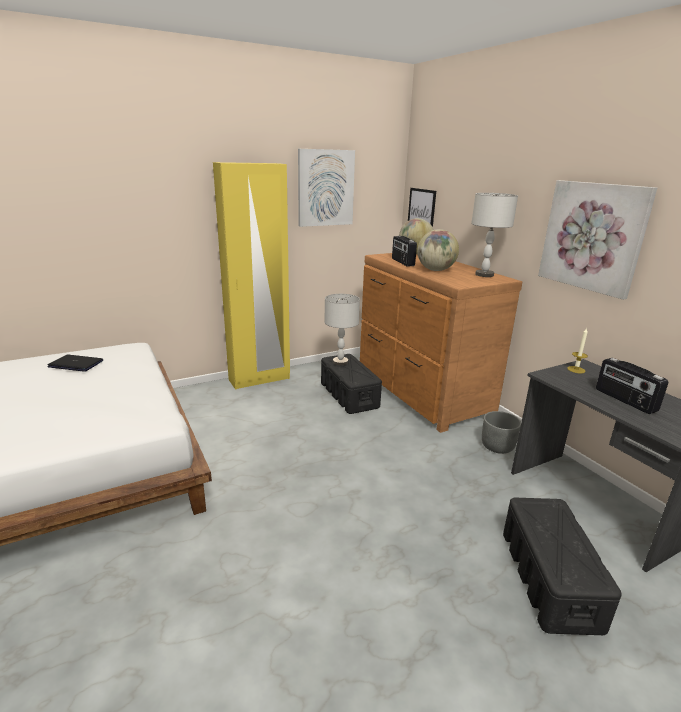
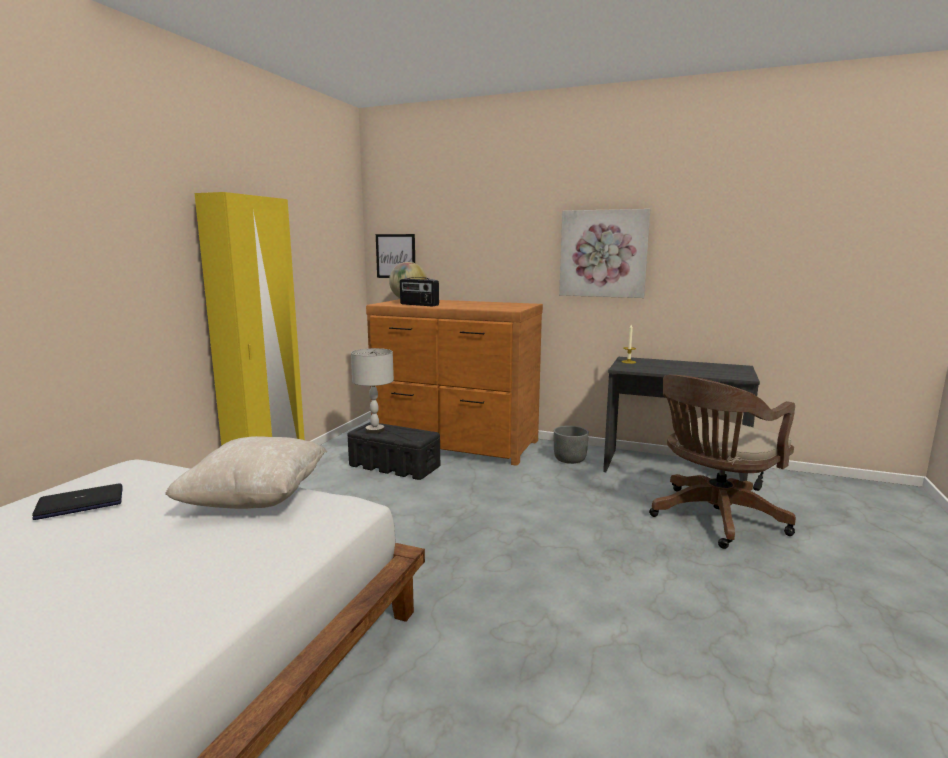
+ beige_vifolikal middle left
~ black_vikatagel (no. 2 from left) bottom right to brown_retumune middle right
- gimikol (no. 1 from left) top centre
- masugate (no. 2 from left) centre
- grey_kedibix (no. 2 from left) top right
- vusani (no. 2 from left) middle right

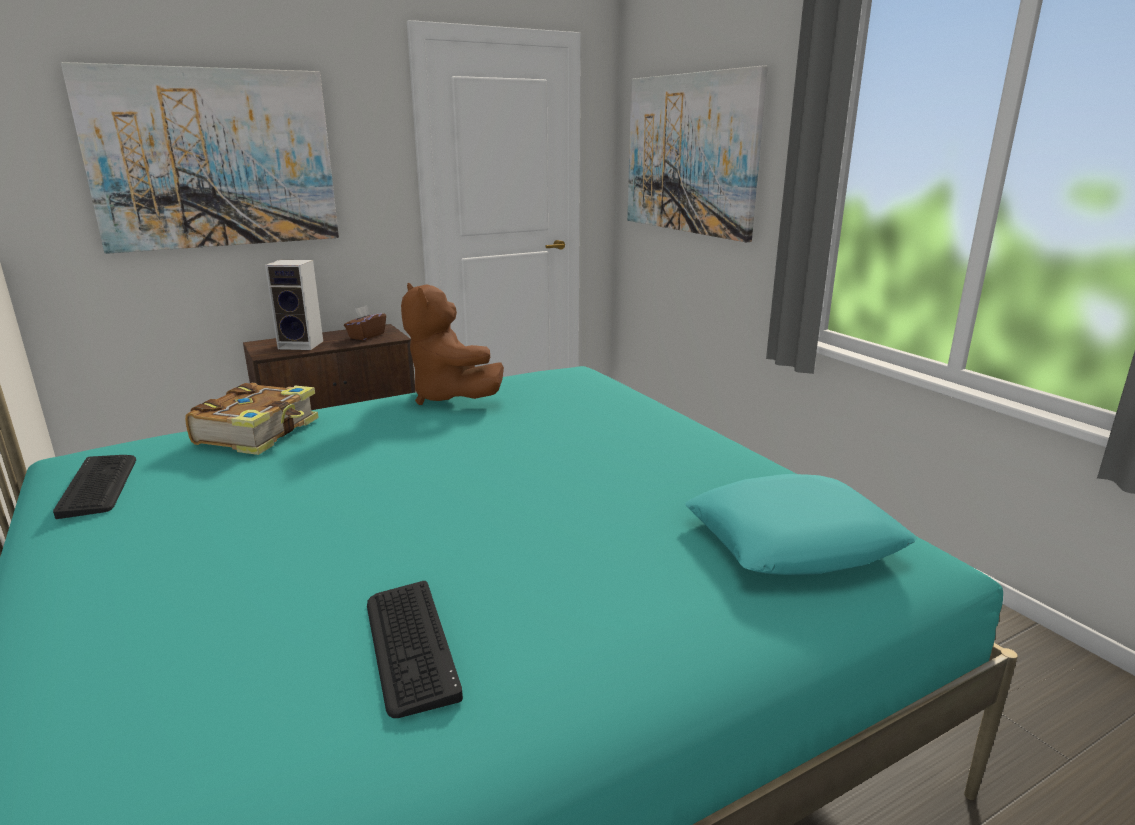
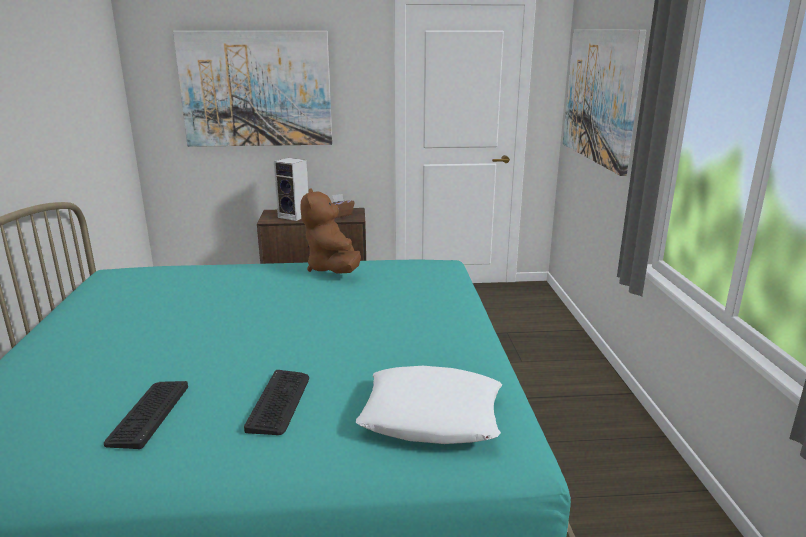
~ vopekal (no. 1 from left in the first image) middle left to vopekal (no. 2 from left) bottom centre
~ turquoise_vifolikal middle right to white_vifolikal bottom centre
- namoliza middle left

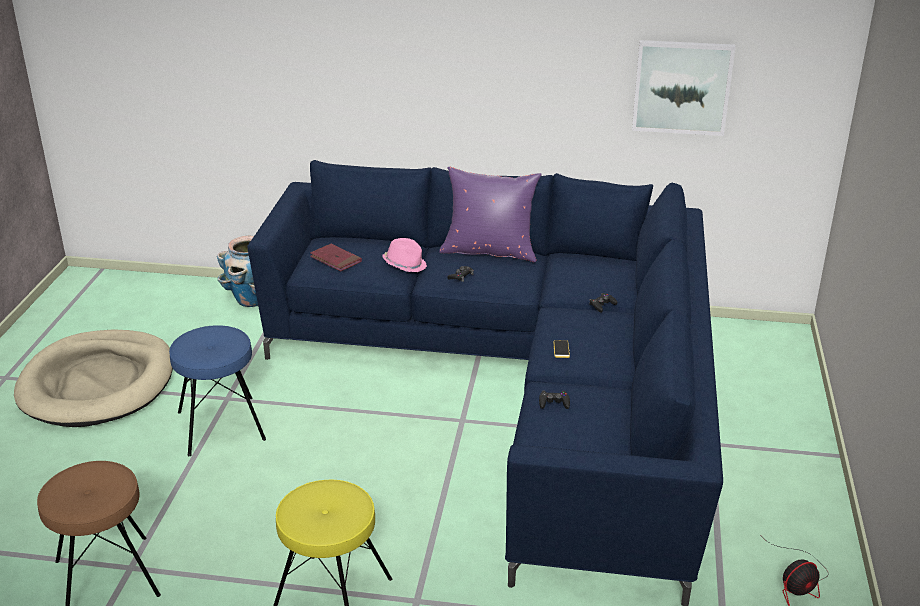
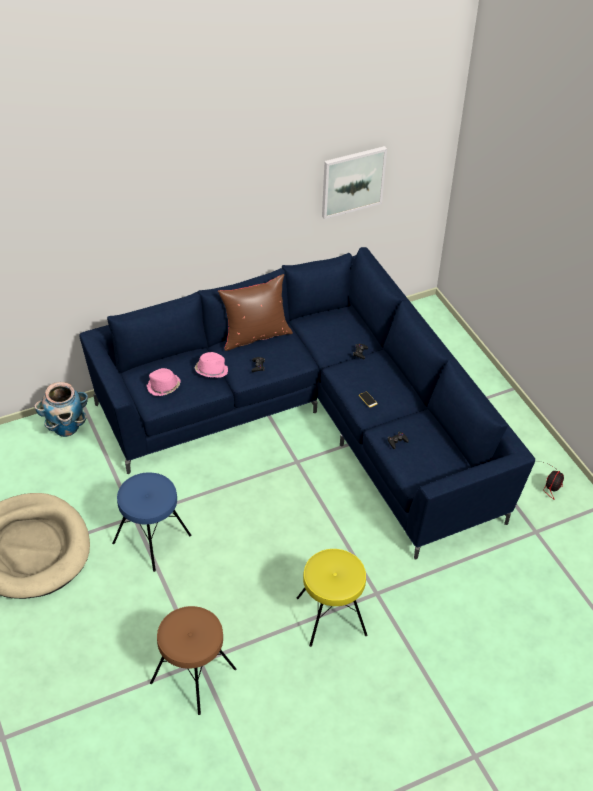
~ red_namoliza centre to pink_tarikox (no. 1 from left) middle left
~ purple_vifolikal centre to brown_vifolikal centre

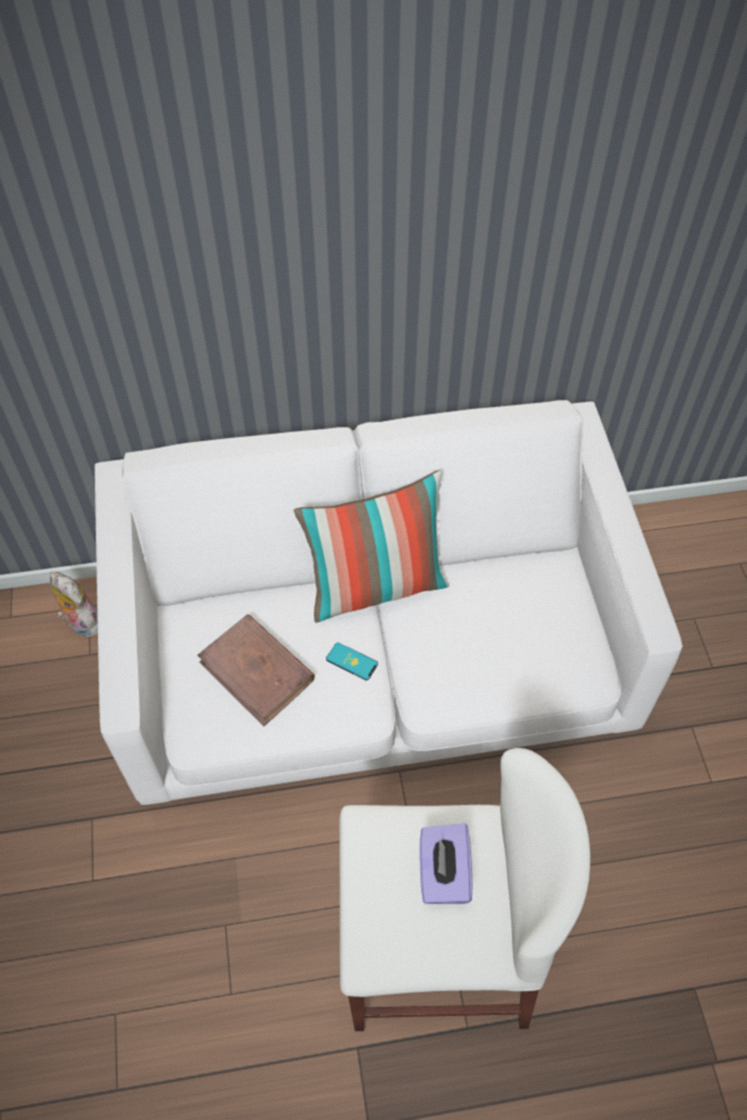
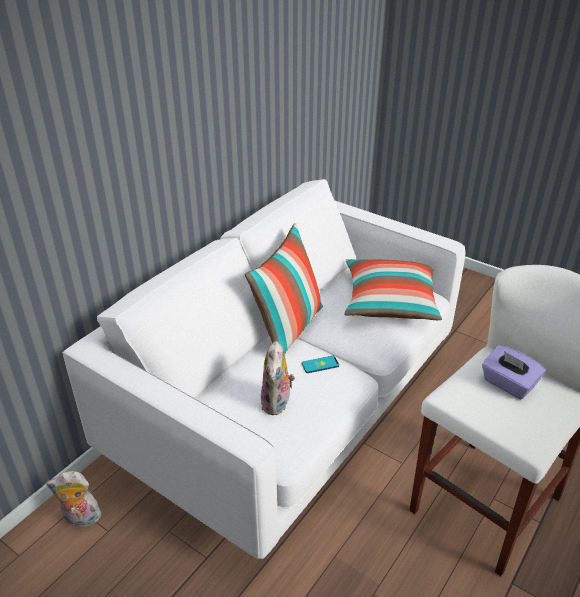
~ brown_namoliza centre to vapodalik (no. 2 from left) centre
+ vifolikal (no. 2 from left) middle right

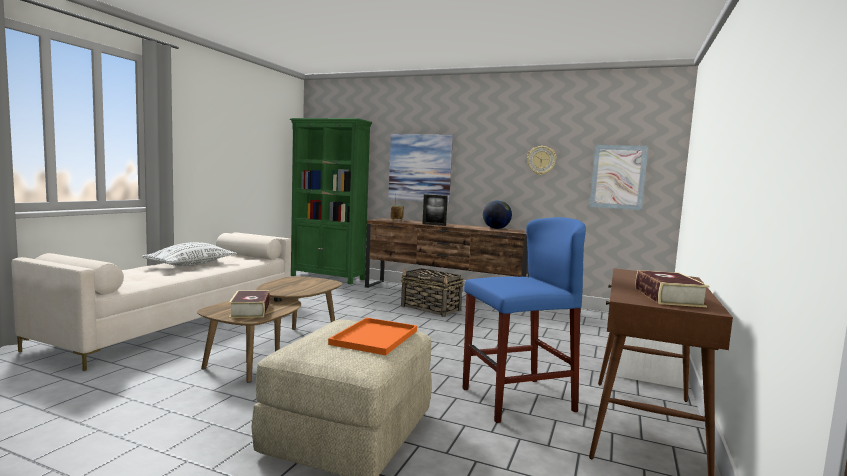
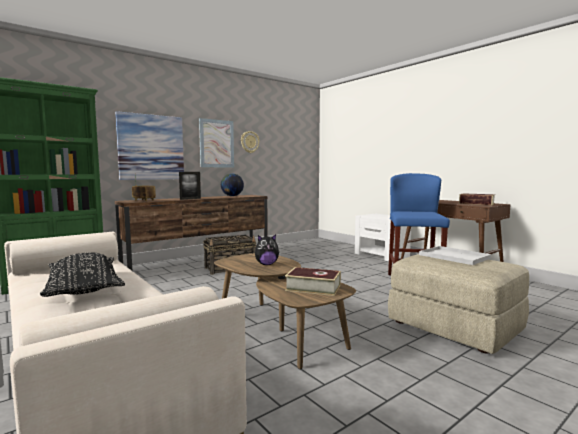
~ white_vifolikal middle left to black_vifolikal middle left
~ gimikol (no. 2 from left) middle right to top centre
+ vapodalik centre
~ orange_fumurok bottom centre to white_fumurok middle right

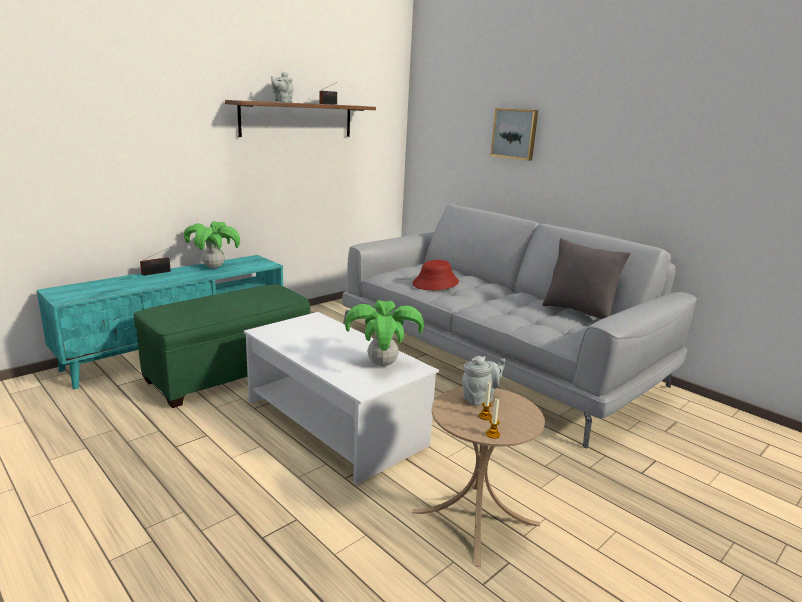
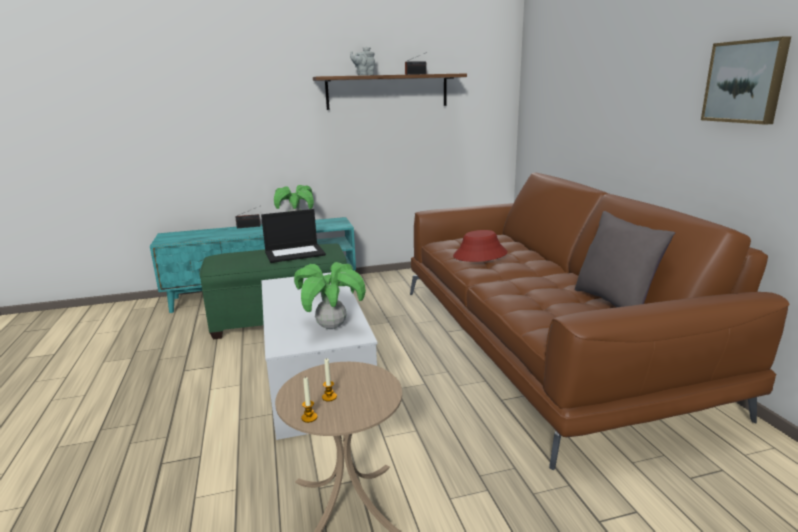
+ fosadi centre
~ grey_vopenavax centre to brown_vopenavax middle right
~ gimikol top centre to top right
- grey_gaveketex (no. 2 from left) centre

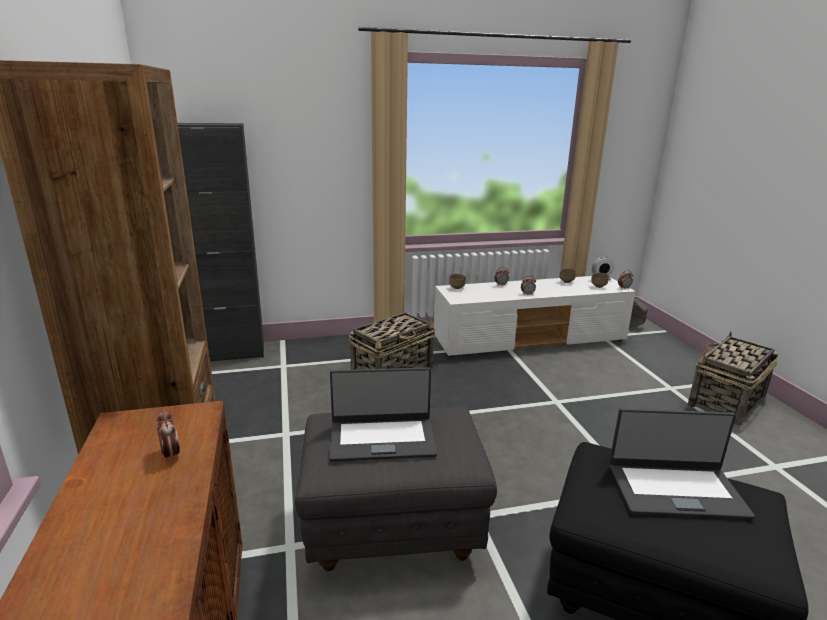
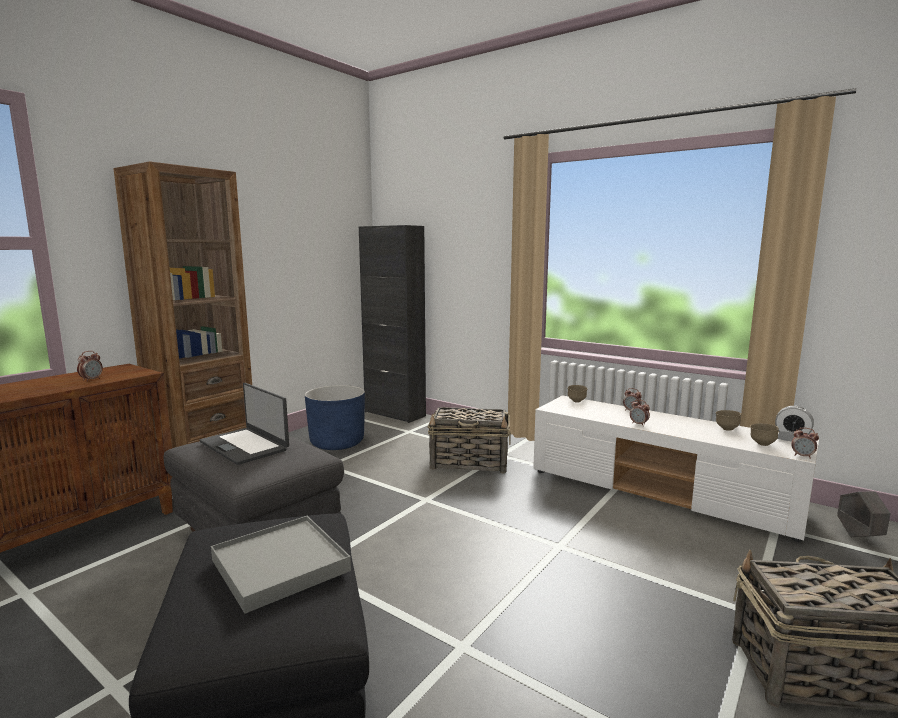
~ fosadi (no. 2 from left) bottom right to grey_fumurok bottom left
+ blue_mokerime centre

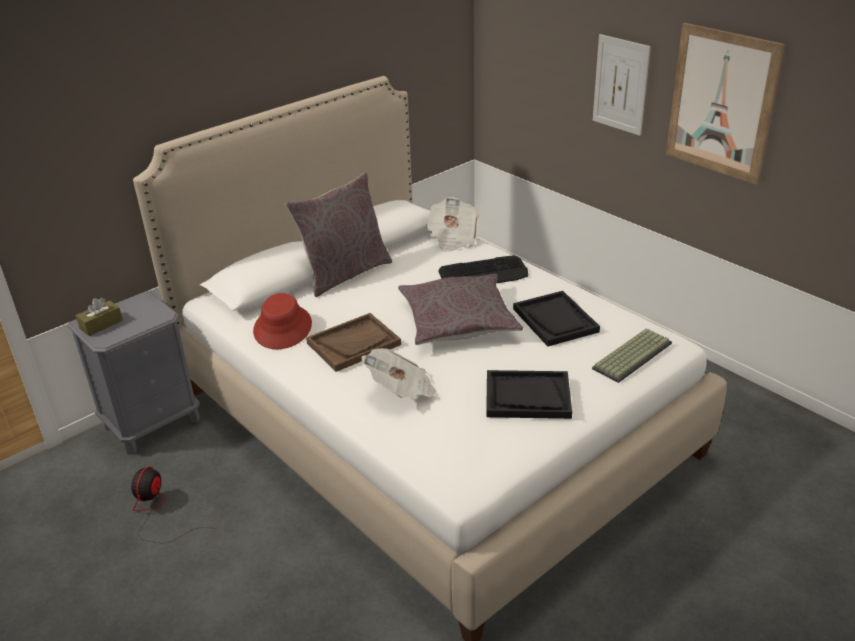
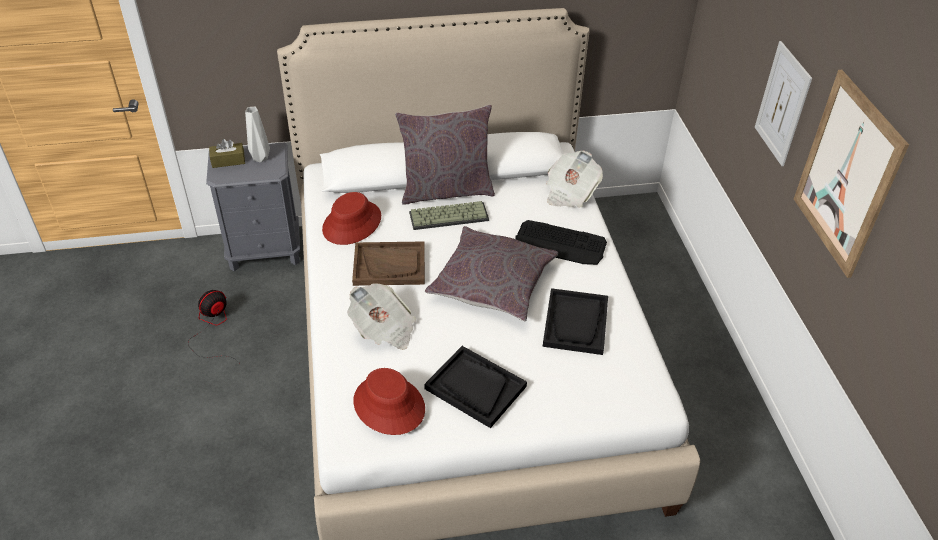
+ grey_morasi top left
+ red_tarikox (no. 2 from left) bottom centre
~ vopekal (no. 2 from left in the first image) middle right to vopekal (no. 1 from left) centre

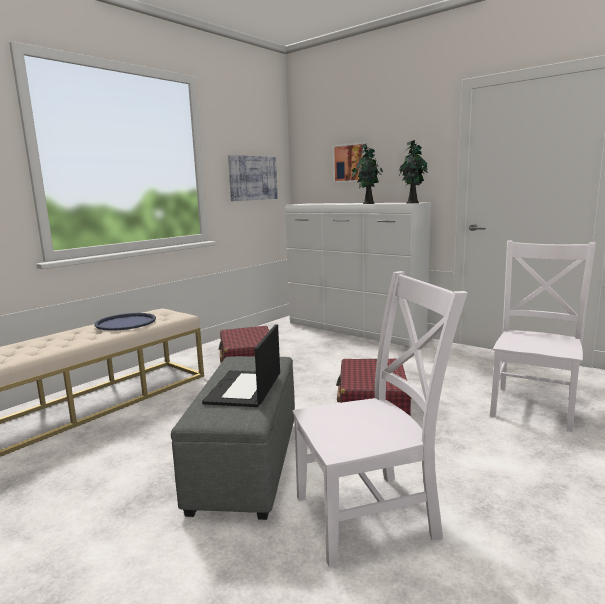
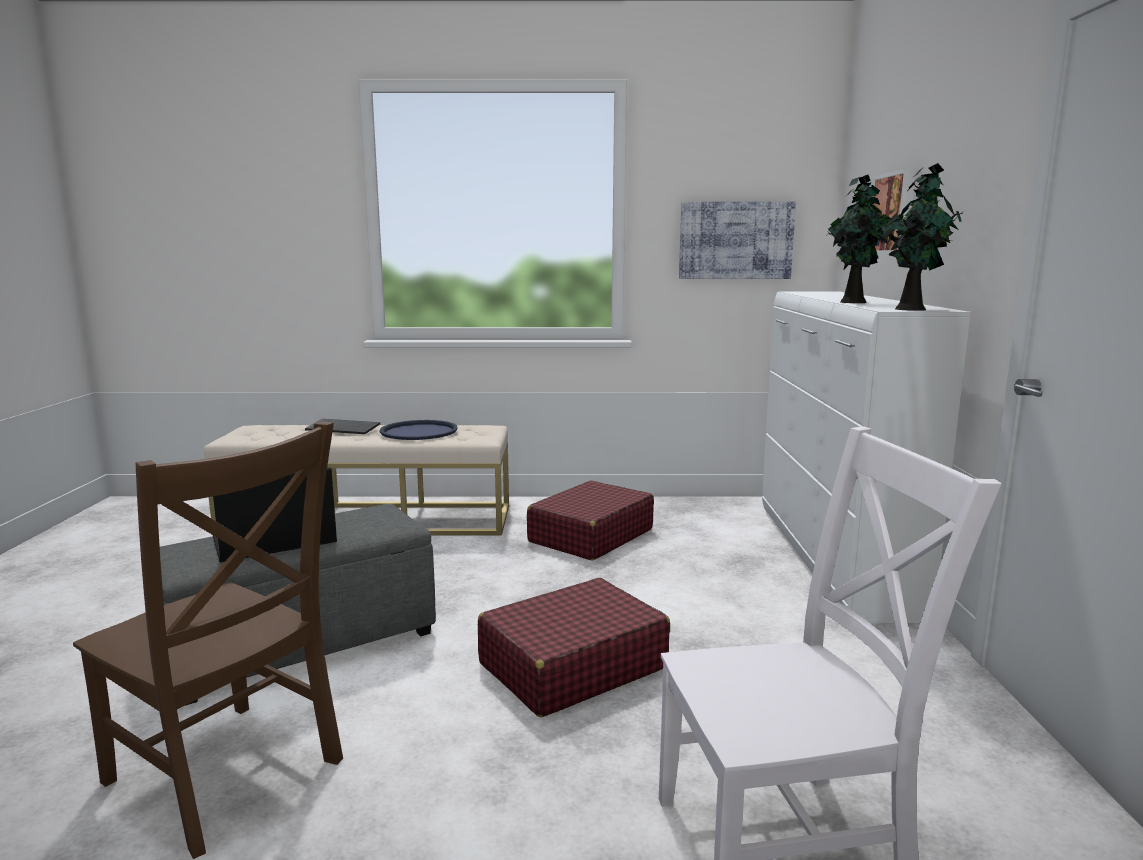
~ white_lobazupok (no. 1 from left) bottom centre to brown_lobazupok bottom left
+ vopekal middle left

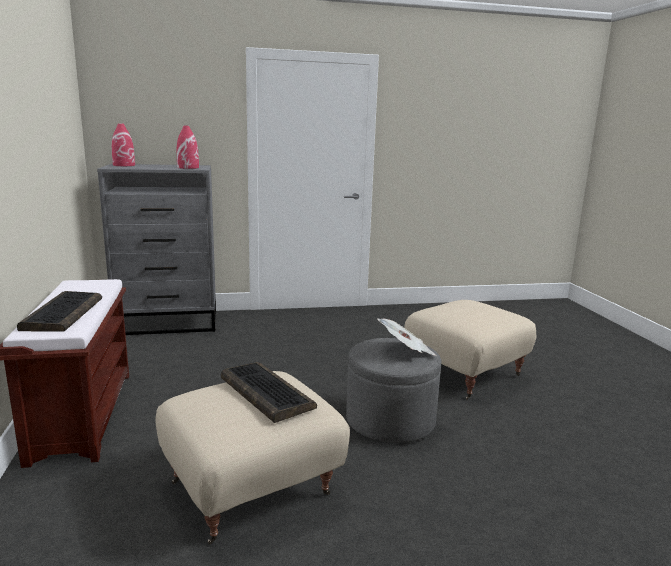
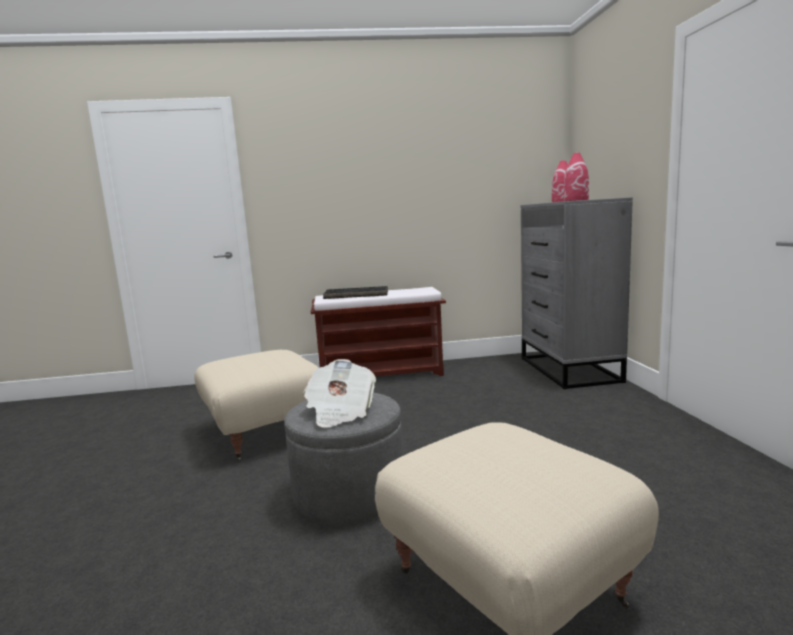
- vopekal (no. 2 from left) bottom centre

